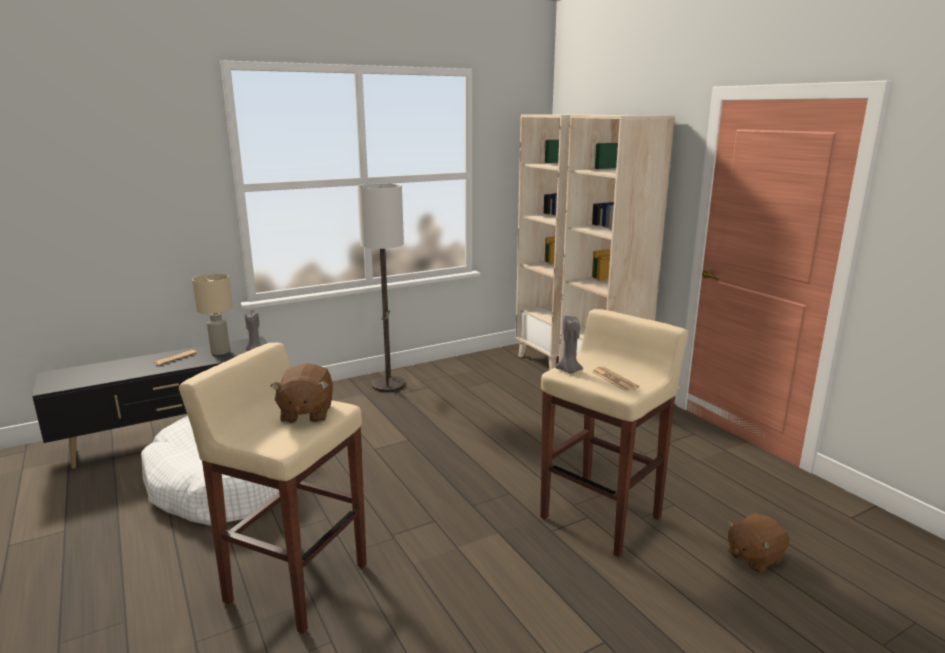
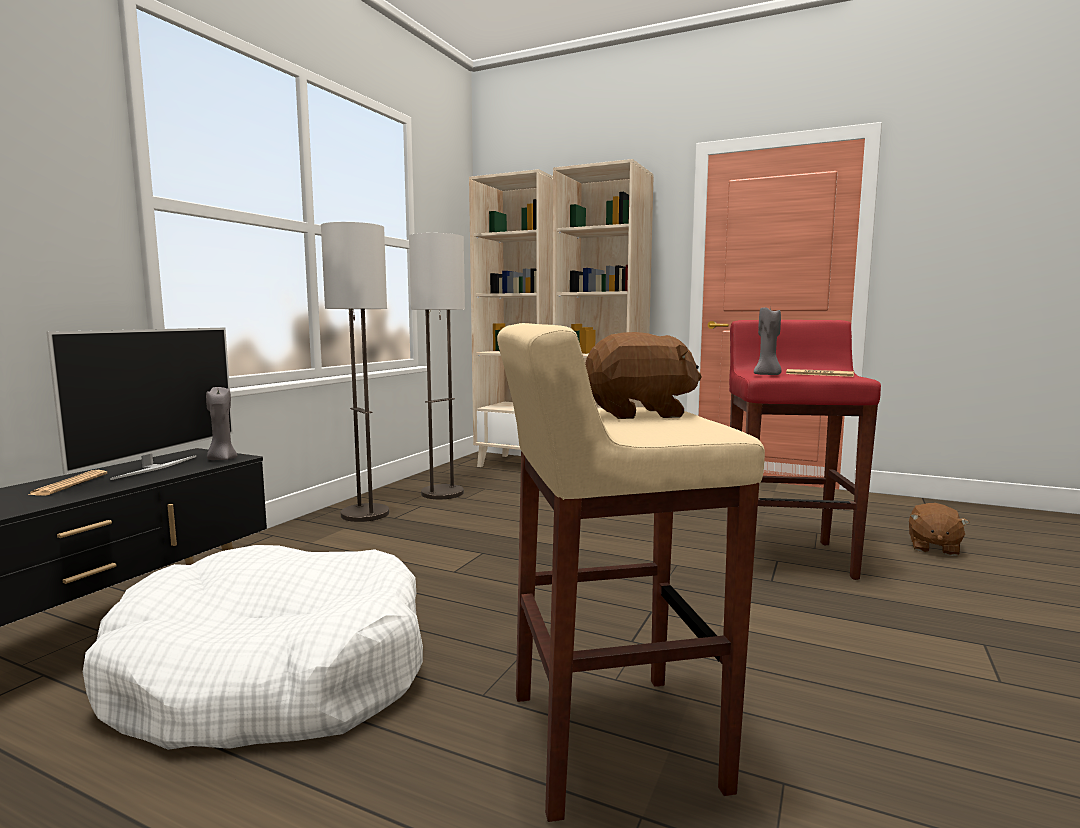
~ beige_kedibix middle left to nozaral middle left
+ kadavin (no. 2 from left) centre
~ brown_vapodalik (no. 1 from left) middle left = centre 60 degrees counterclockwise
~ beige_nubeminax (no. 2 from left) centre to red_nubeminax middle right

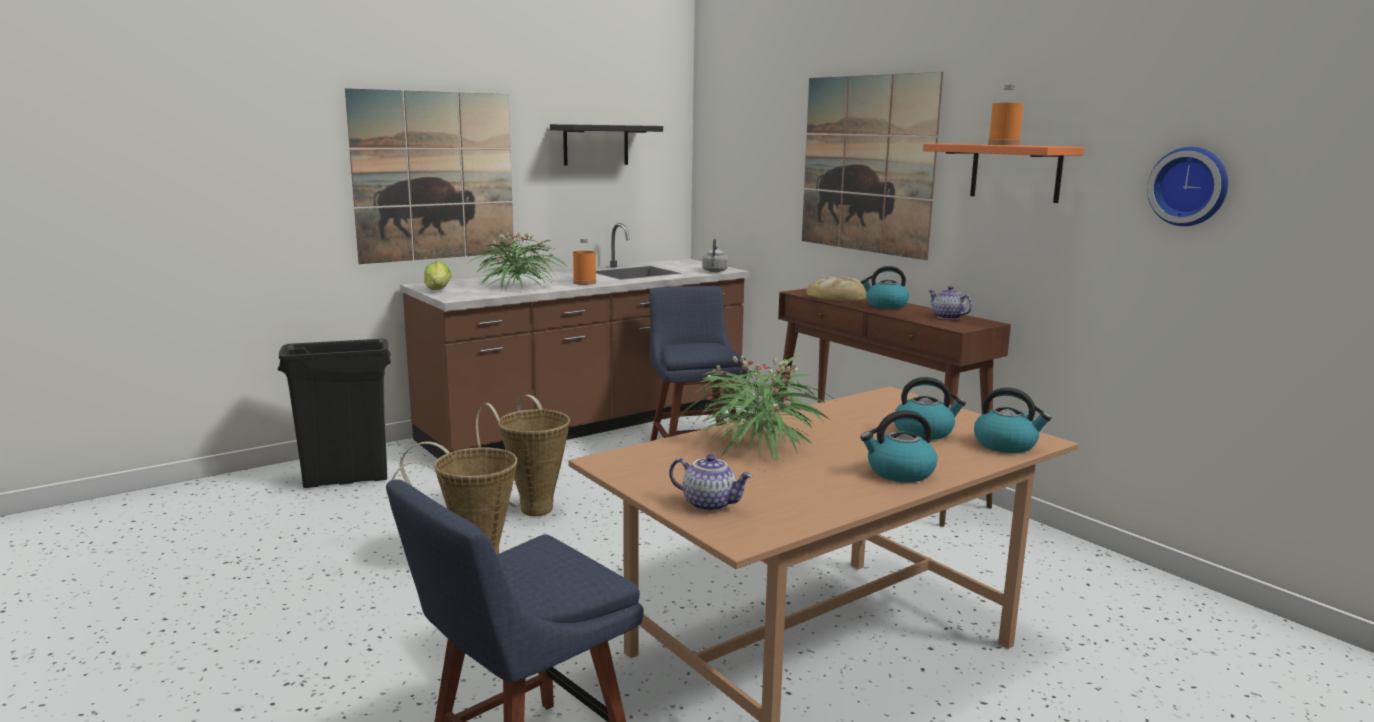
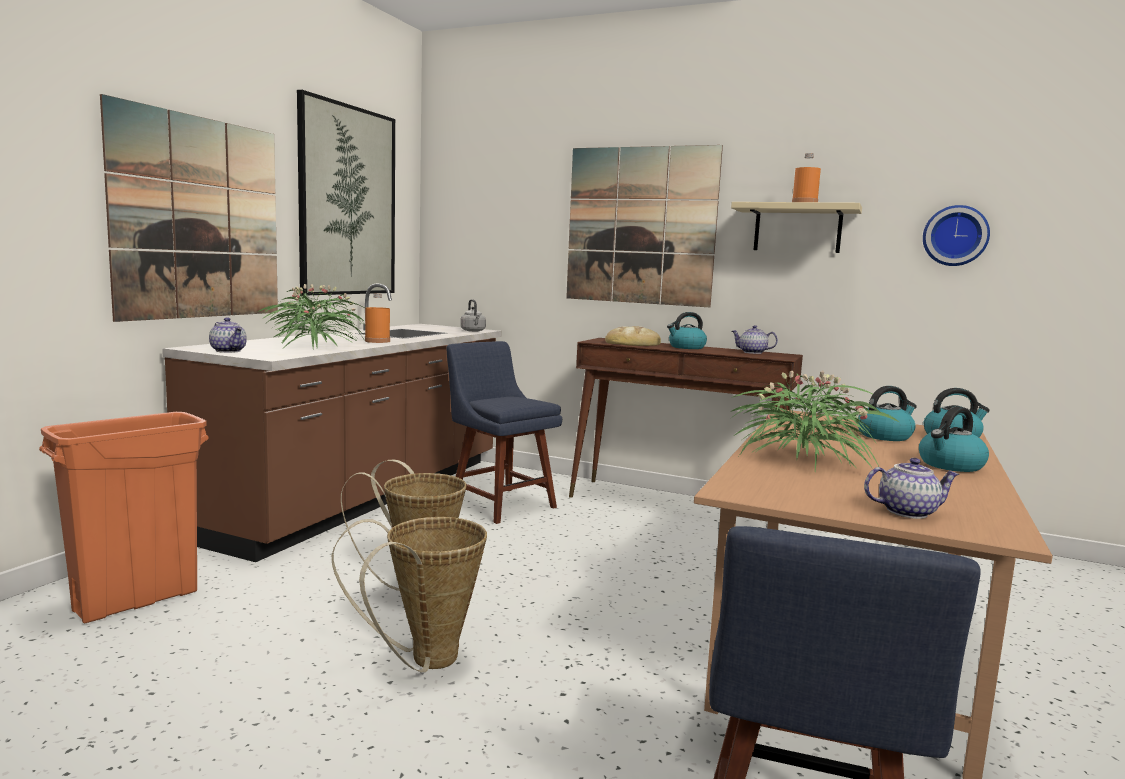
~ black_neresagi middle left to orange_neresagi middle left
~ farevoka middle left to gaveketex (no. 1 from left) middle left
~ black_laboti top centre to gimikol (no. 2 from left) top left
~ orange_laboti top right to beige_laboti top right

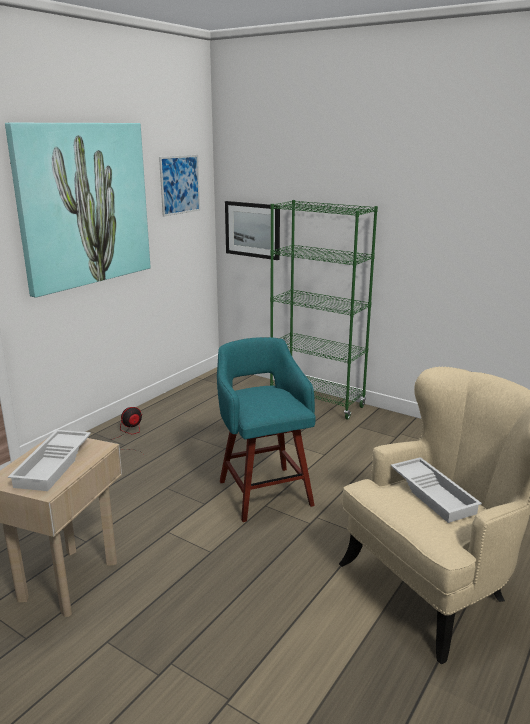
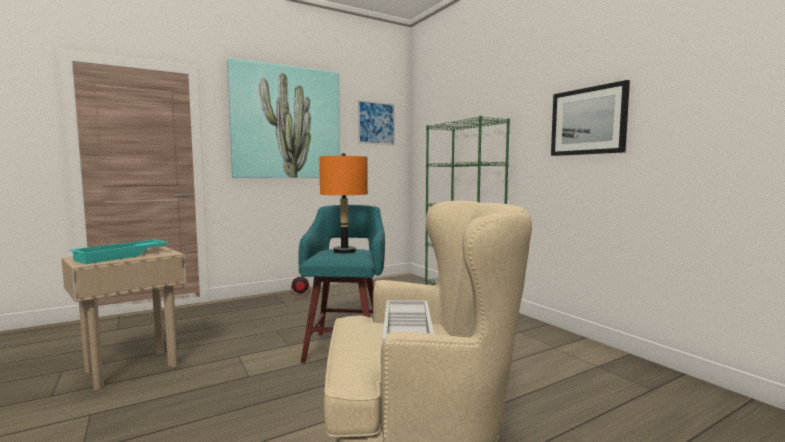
~ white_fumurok (no. 1 from left) middle left to turquoise_fumurok middle left
+ orange_kedibix centre
~ gimikol (no. 3 from left) top centre to top right

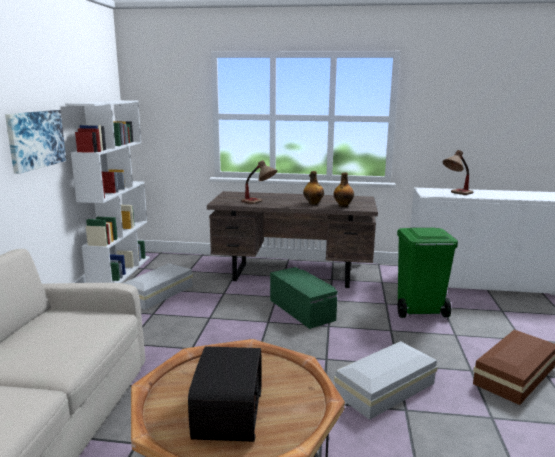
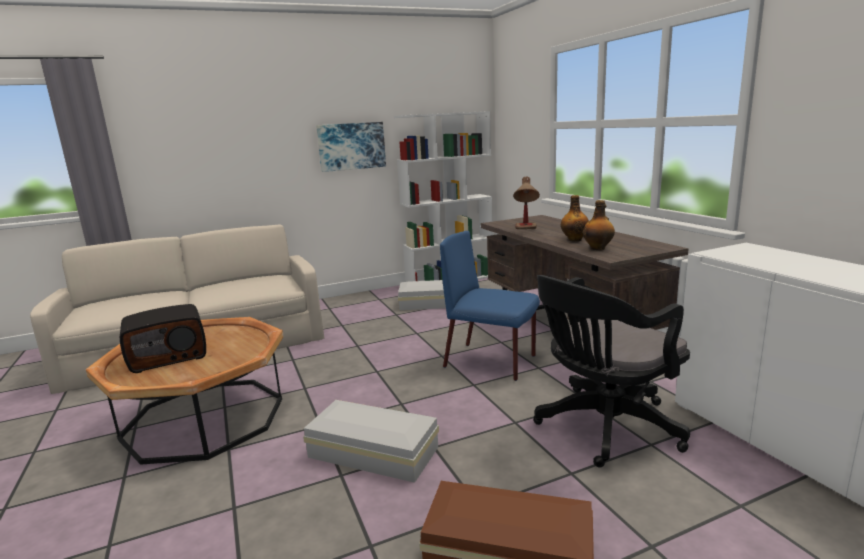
~ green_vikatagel centre to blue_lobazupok centre
~ green_neresagi middle right to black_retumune middle right
- kedibix (no. 2 from left) middle right

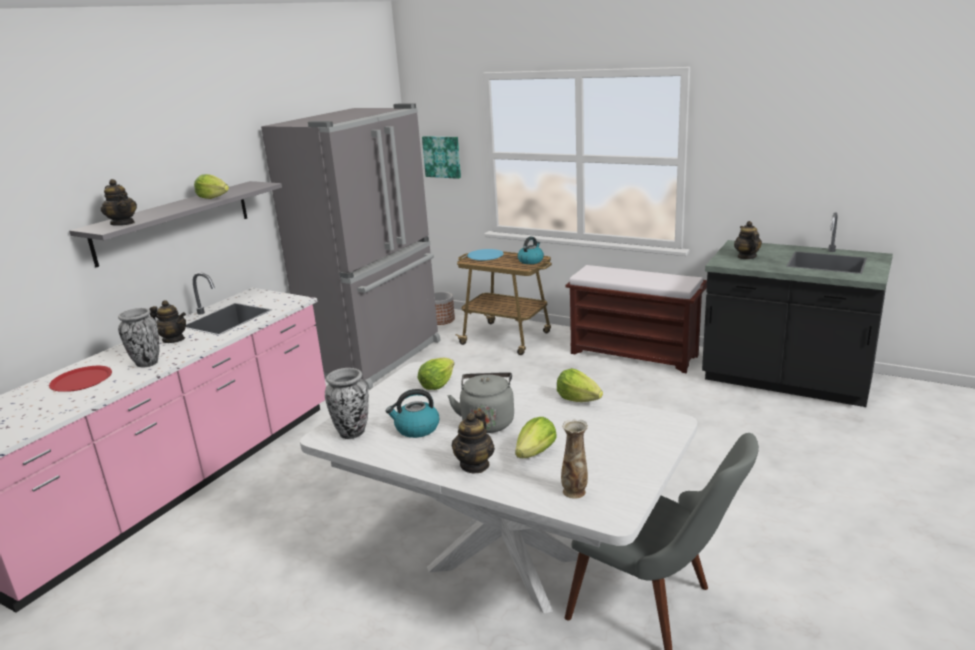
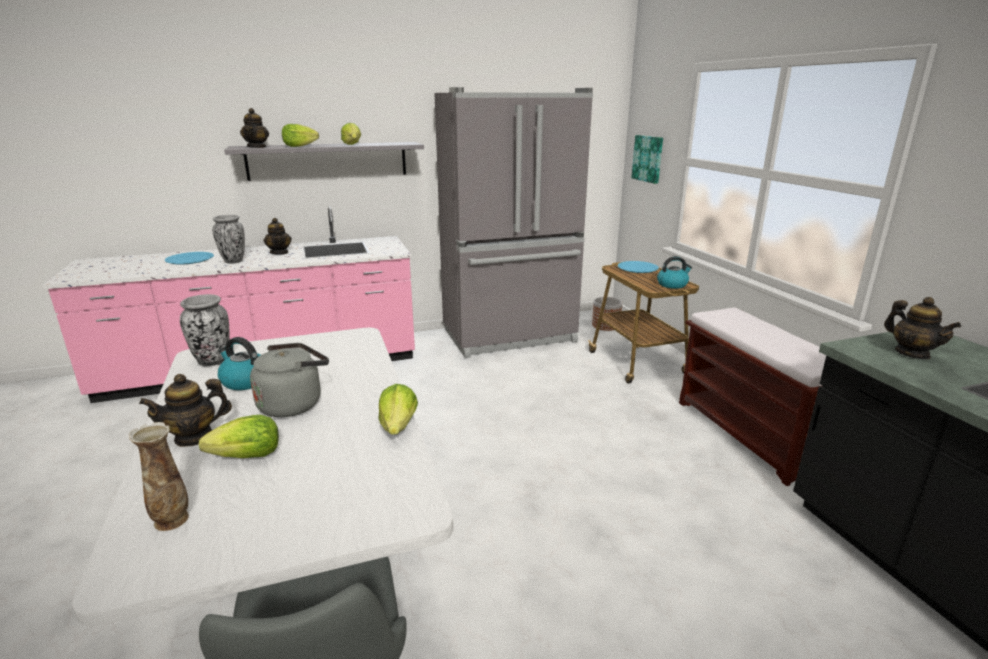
~ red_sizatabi middle left to blue_sizatabi (no. 1 from left) middle left
~ farevoka (no. 2 from left) centre to top left
~ gaveketex (no. 4 from left) middle right = middle right 120 degrees clockwise

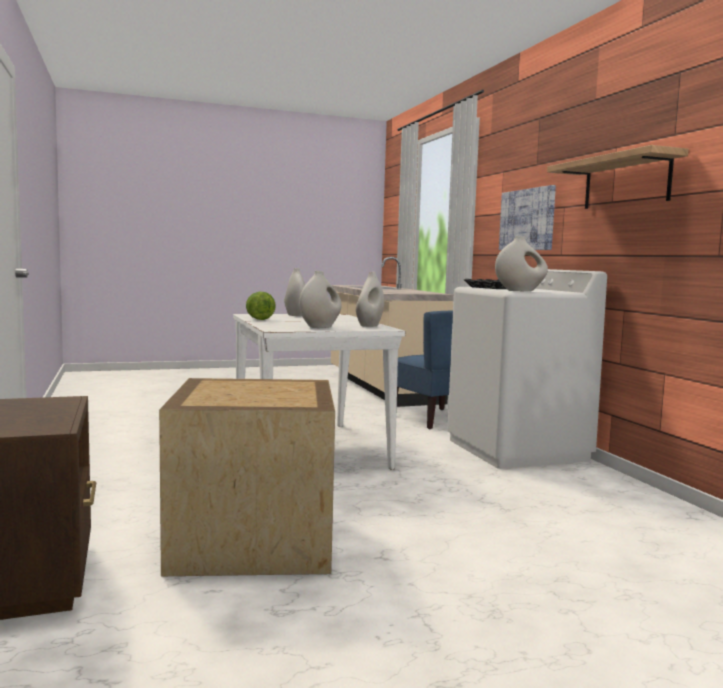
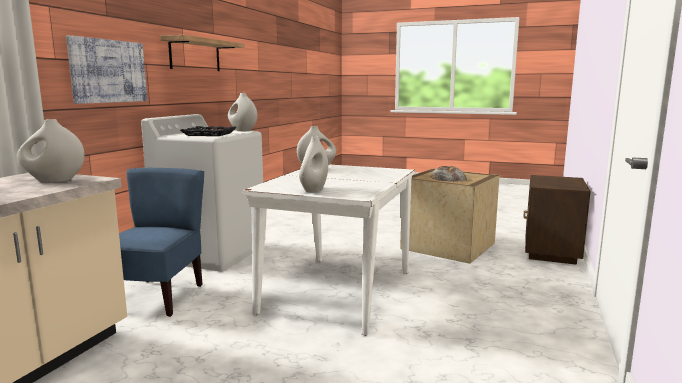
~ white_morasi (no. 2 from left in the first image) centre to white_morasi (no. 1 from left) middle left
+ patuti centre
- farevoka centre

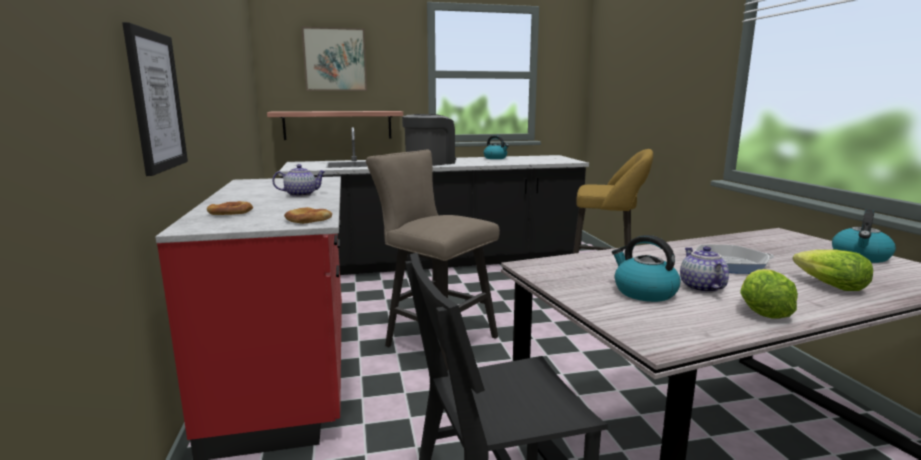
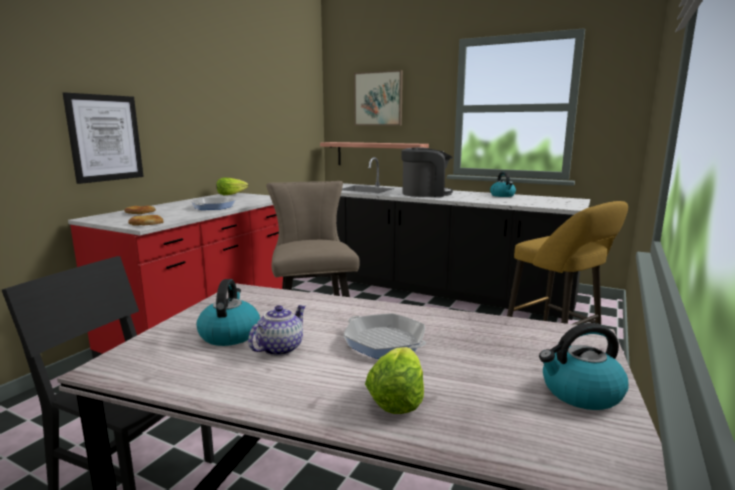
~ gaveketex (no. 1 from left) middle left to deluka (no. 1 from left) middle left
~ farevoka (no. 1 from left) middle right to middle left

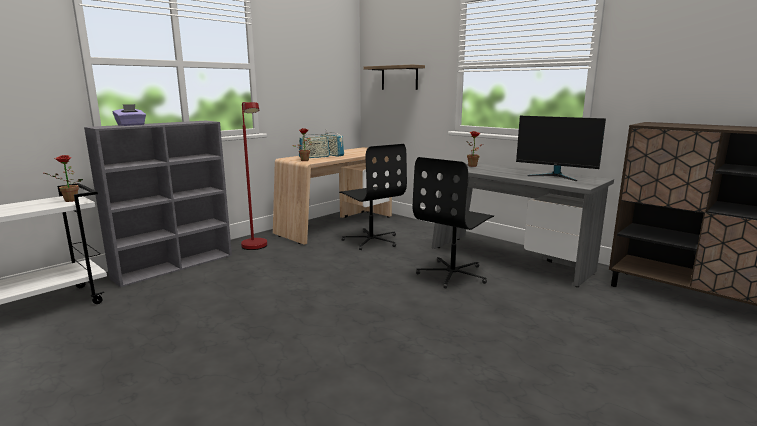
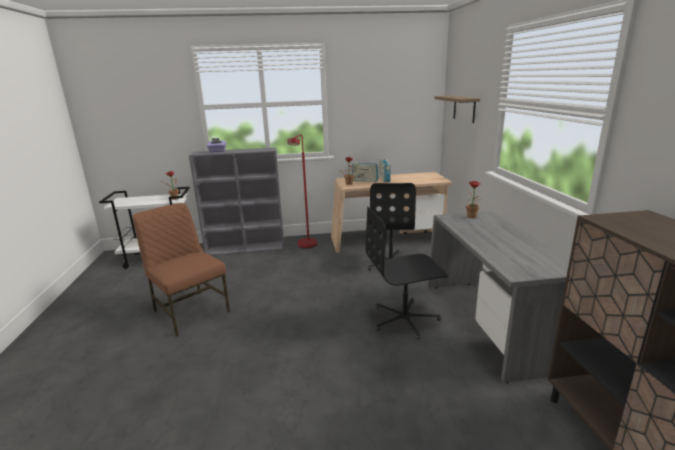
+ brown_lobazupok middle left
- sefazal middle right

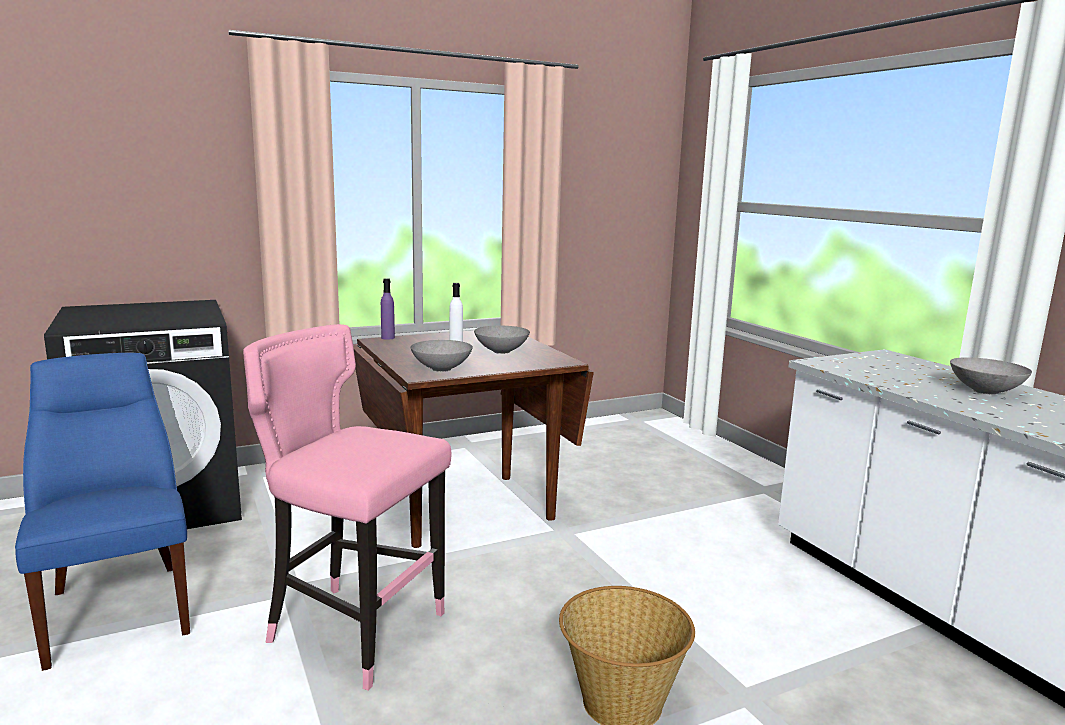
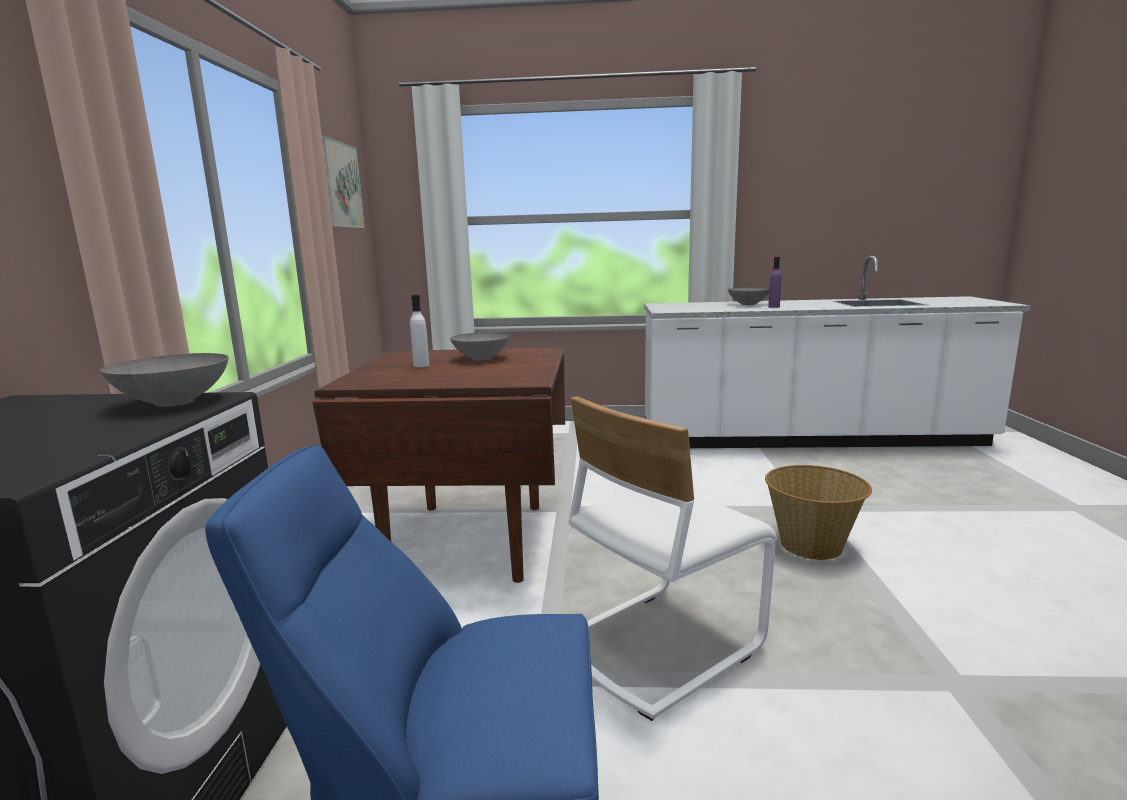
~ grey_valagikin (no. 1 from left) centre to middle left
+ gimikol top left
~ pink_nubeminax bottom left to white_lobazupok bottom centre
~ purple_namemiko centre to middle right

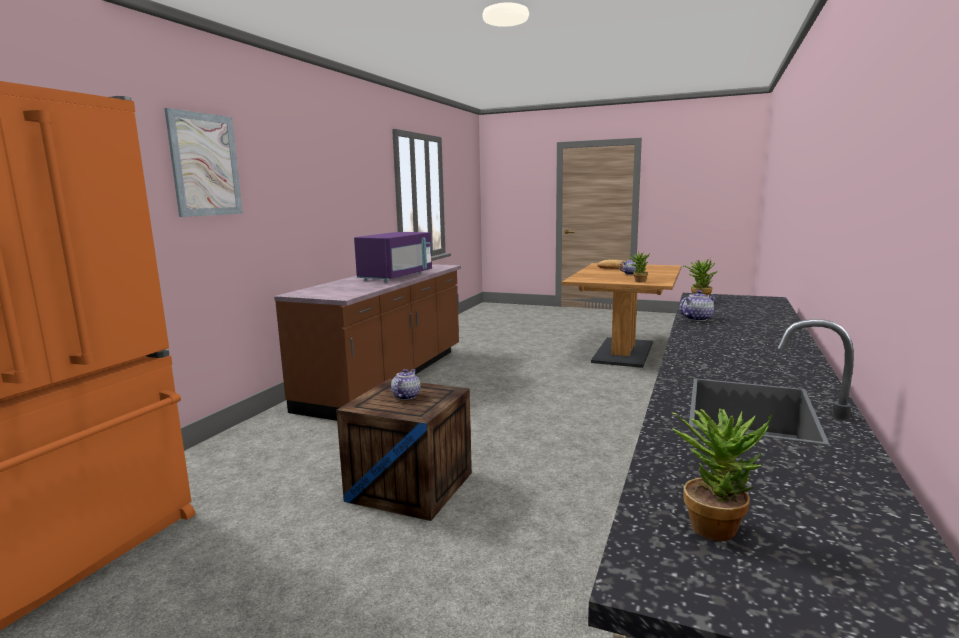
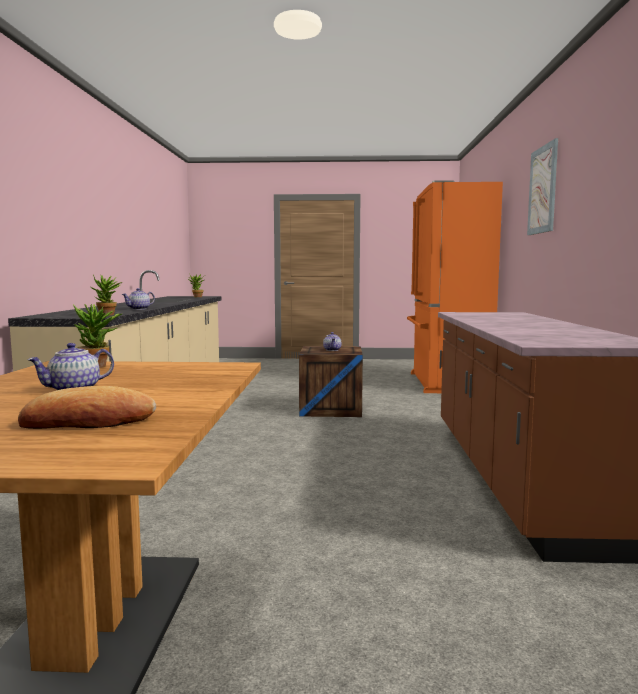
- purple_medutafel centre

